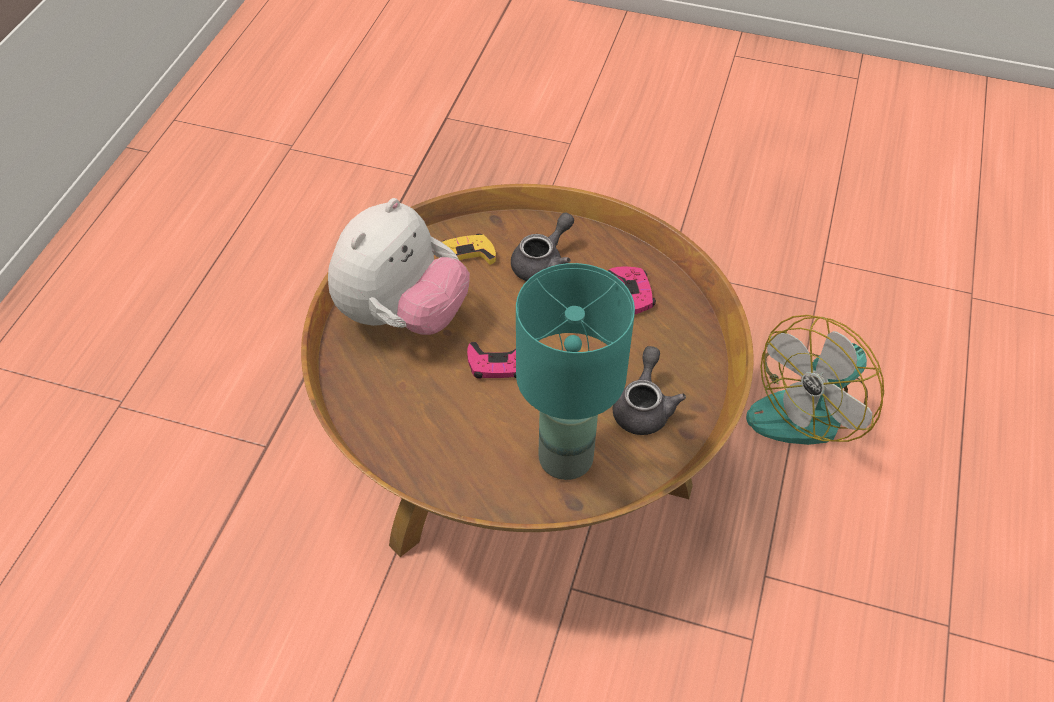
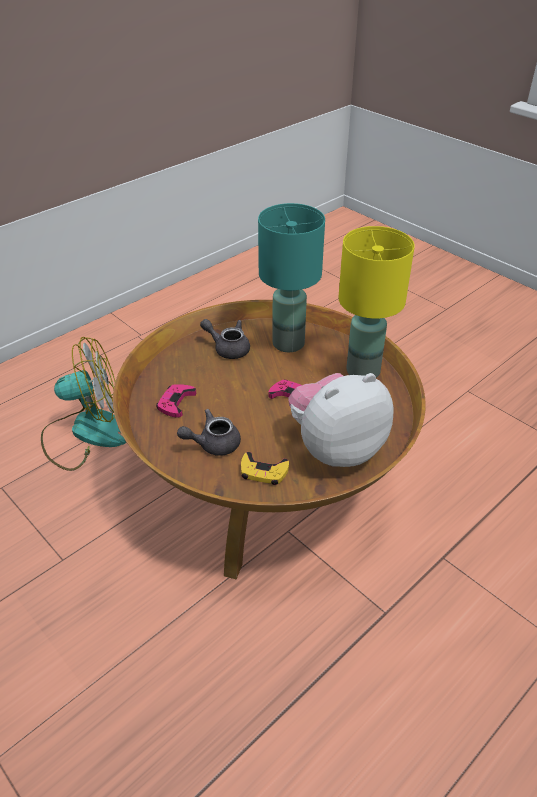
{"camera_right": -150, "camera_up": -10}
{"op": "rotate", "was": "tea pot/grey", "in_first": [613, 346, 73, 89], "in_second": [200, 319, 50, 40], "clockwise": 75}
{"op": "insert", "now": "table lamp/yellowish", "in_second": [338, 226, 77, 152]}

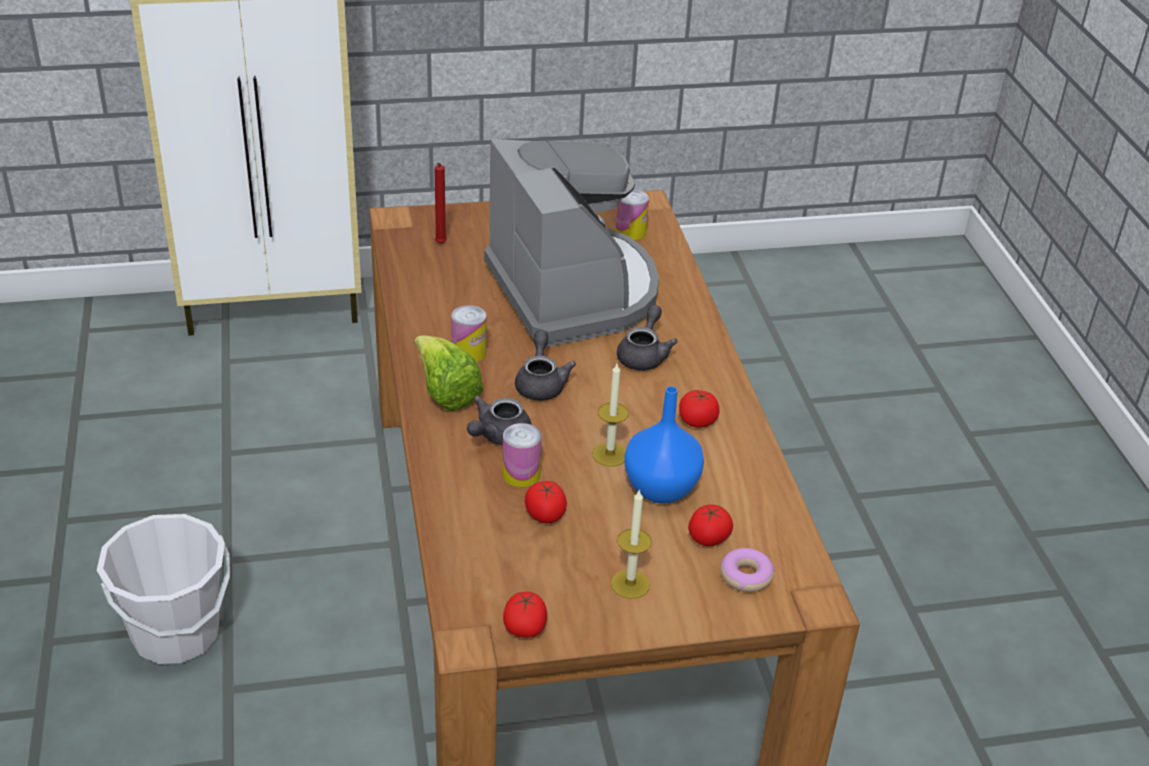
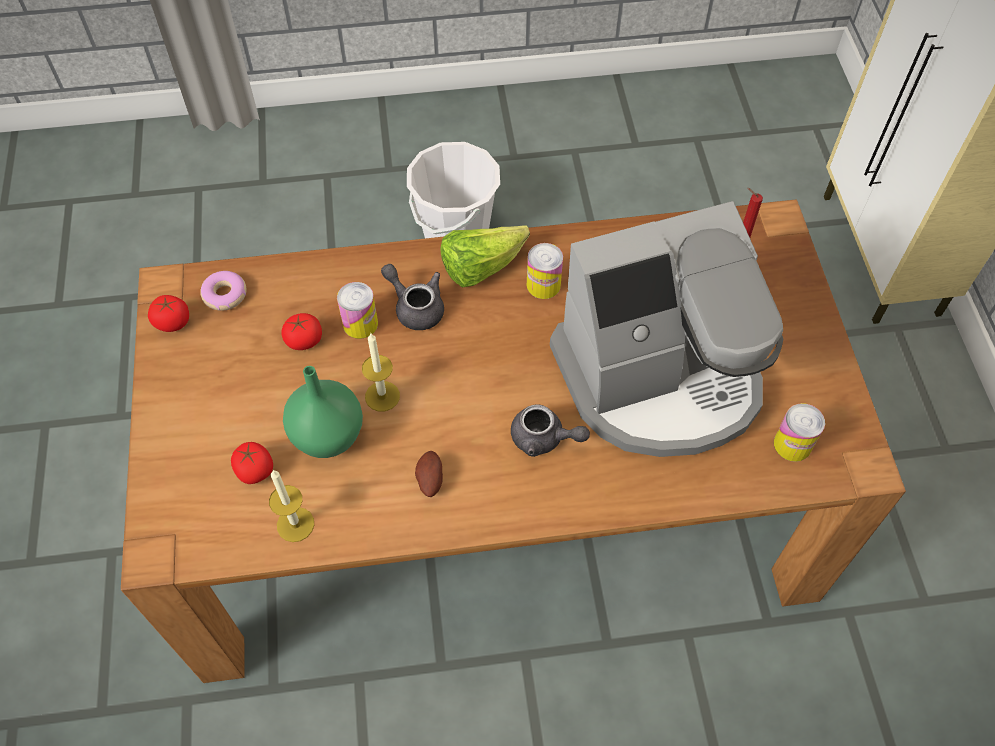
{"camera_right": 95, "camera_up": 20}
{"op": "delete", "was": "tea pot/grey", "in_first": [515, 331, 61, 70]}
{"op": "move", "was": "candle", "in_first": [611, 489, 41, 110], "in_second": [269, 470, 45, 72]}
{"op": "recolor", "was": "flower vase/blue-coloured", "now": "flower vase/green", "in_first": [624, 386, 80, 118], "in_second": [283, 366, 80, 92]}
{"op": "replace", "was": "tomato", "now": "potato", "in_first": [679, 390, 41, 38], "in_second": [415, 451, 28, 46]}
{"op": "move", "was": "doughnut", "in_first": [720, 548, 55, 44], "in_second": [200, 271, 46, 40]}

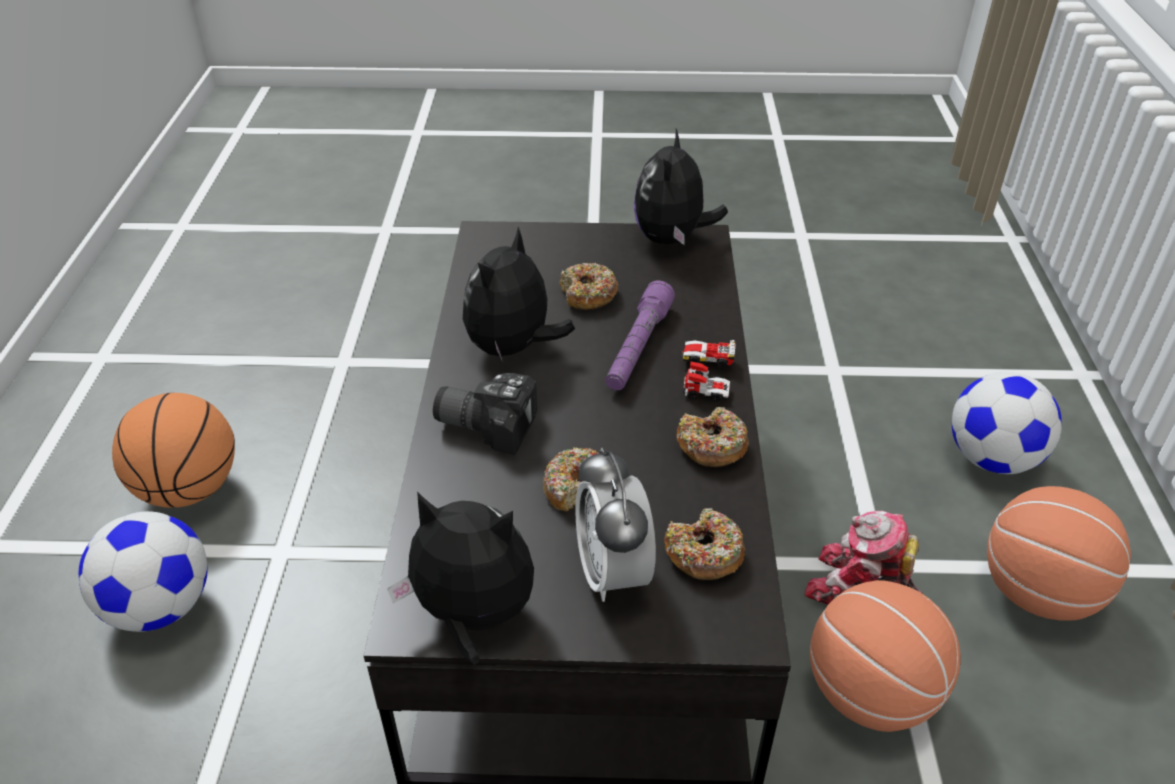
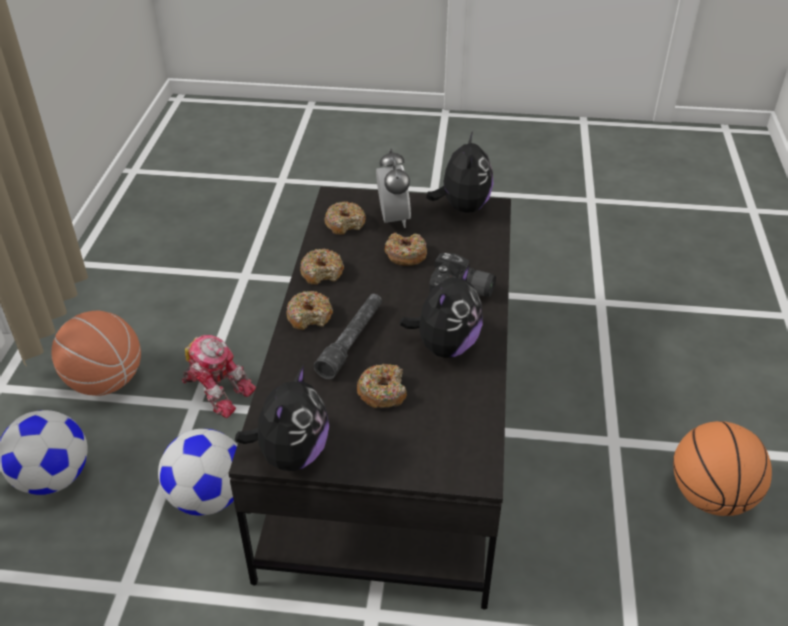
{"camera_right": -175, "camera_up": 0}
{"op": "move", "was": "football ball", "in_first": [79, 511, 129, 121], "in_second": [158, 429, 79, 86]}
{"op": "rotate", "was": "cuddly toy", "in_first": [387, 492, 147, 173], "in_second": [426, 131, 67, 82], "clockwise": -105}
{"op": "recolor", "was": "flashlight/purplish", "now": "flashlight/grey", "in_first": [605, 280, 70, 110], "in_second": [314, 294, 68, 85]}
{"op": "replace", "was": "toy car", "now": "doughnut", "in_first": [681, 340, 55, 62], "in_second": [286, 291, 47, 39]}
{"op": "delete", "was": "ball for basketball", "in_first": [810, 580, 151, 152]}

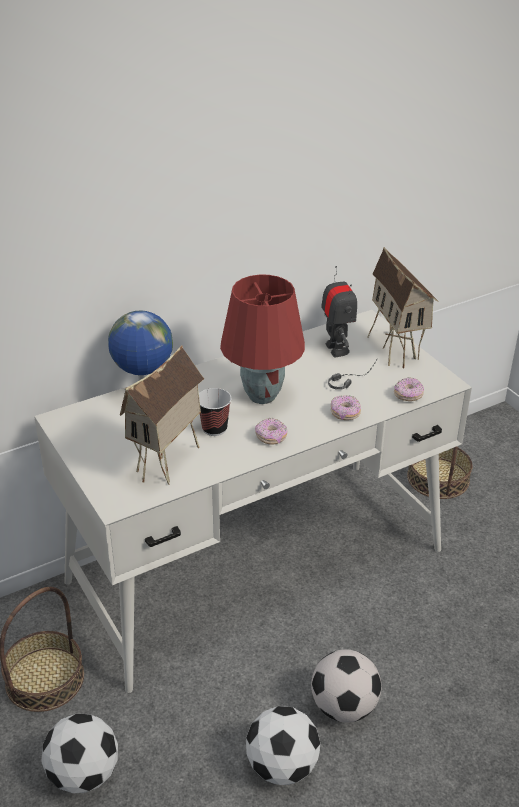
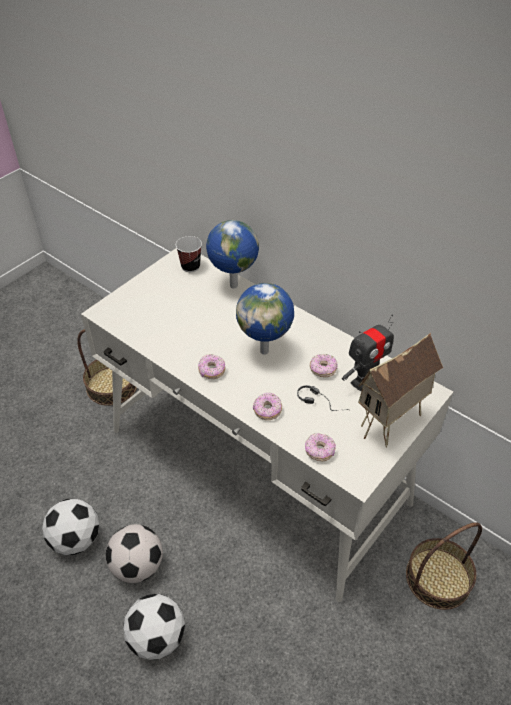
{"camera_right": 70, "camera_up": 10}
{"op": "move", "was": "football ball", "in_first": [42, 714, 76, 79], "in_second": [123, 594, 62, 66]}
{"op": "delete", "was": "toy house", "in_first": [120, 346, 84, 139]}
{"op": "move", "was": "cup", "in_first": [199, 388, 32, 48], "in_second": [176, 236, 26, 36]}
{"op": "replace", "was": "table lamp/reddish", "now": "world globe", "in_first": [220, 274, 85, 130], "in_second": [236, 283, 58, 72]}
{"op": "insert", "now": "doughnut", "in_second": [310, 354, 27, 23]}

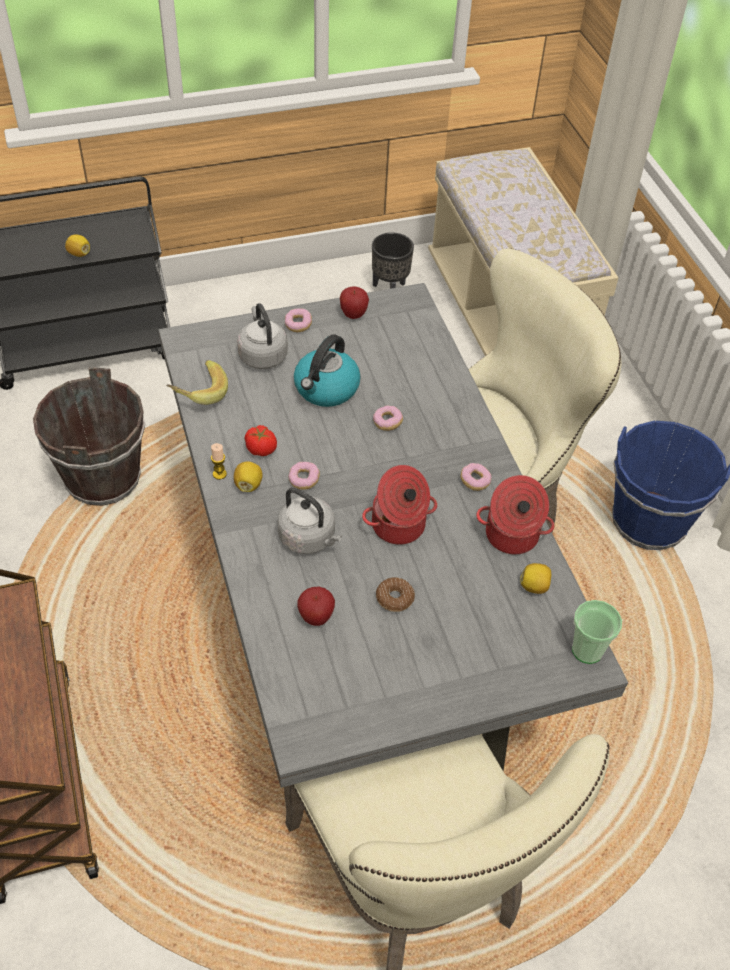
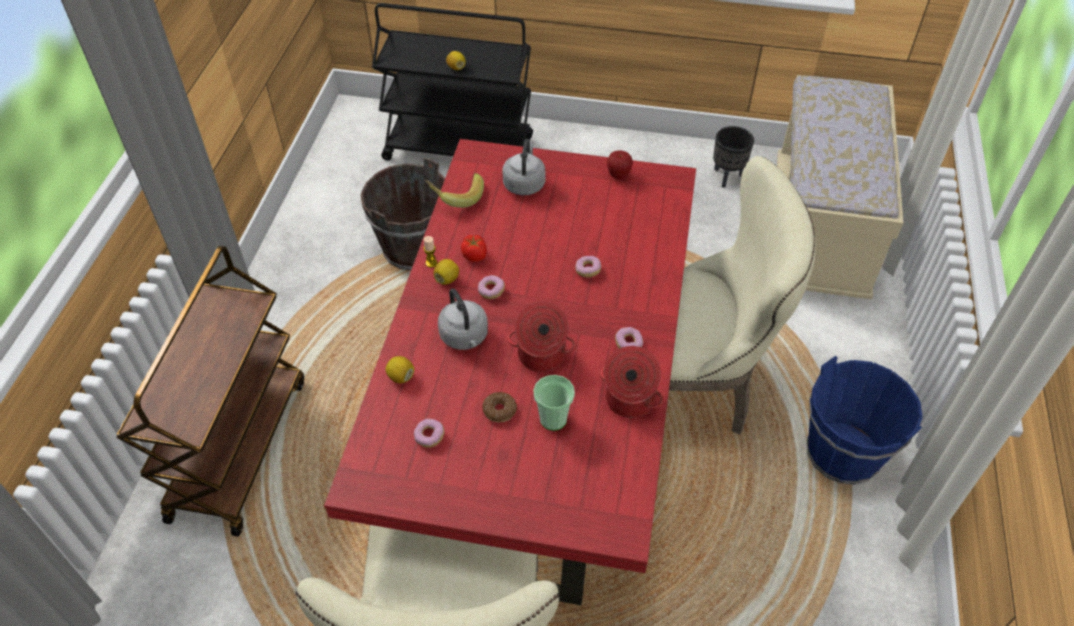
{"camera_right": 30, "camera_up": 0}
{"op": "recolor", "was": "dining table/grey", "now": "dining table/reddish", "in_first": [158, 283, 470, 505], "in_second": [324, 139, 372, 466]}
{"op": "move", "was": "doughnut", "in_first": [285, 309, 27, 23], "in_second": [414, 419, 31, 29]}
{"op": "delete", "was": "tea kettle", "in_first": [294, 334, 67, 73]}
{"op": "delete", "was": "apple fruit", "in_first": [297, 587, 38, 39]}
{"op": "move", "was": "lemon", "in_first": [521, 563, 30, 31], "in_second": [385, 356, 29, 27]}
{"op": "move", "was": "cup", "in_first": [572, 600, 50, 64], "in_second": [533, 375, 42, 56]}

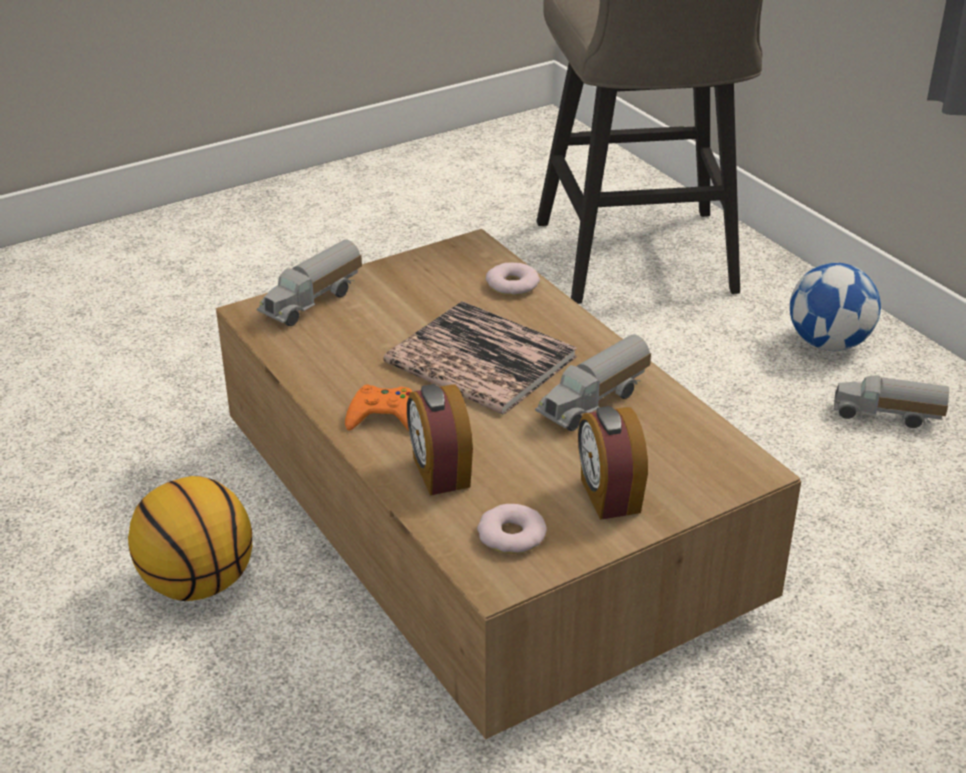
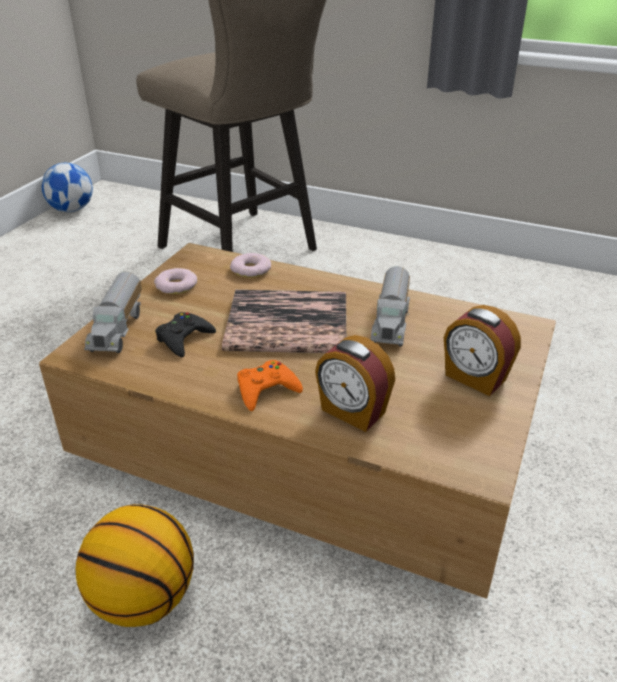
{"camera_right": -35, "camera_up": 0}
{"op": "move", "was": "doughnut", "in_first": [477, 504, 70, 50], "in_second": [154, 268, 43, 26]}
{"op": "move", "was": "football ball", "in_first": [790, 263, 91, 88], "in_second": [41, 163, 52, 49]}
{"op": "delete", "was": "toy truck", "in_first": [834, 375, 115, 53]}
{"op": "insert", "now": "game controller/blackish", "in_second": [155, 312, 61, 45]}

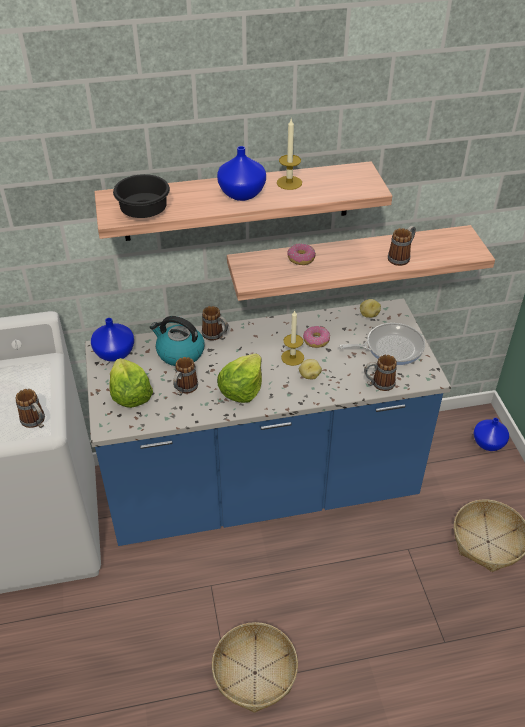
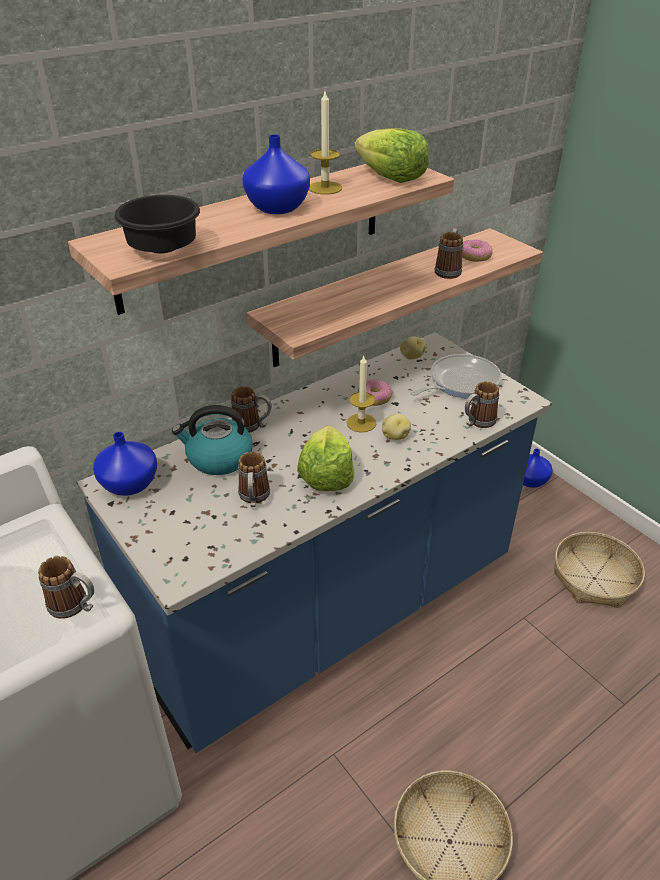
{"camera_right": -25, "camera_up": -5}
{"op": "move", "was": "head of lettuce", "in_first": [109, 358, 44, 50], "in_second": [354, 128, 75, 55]}
{"op": "move", "was": "doughnut", "in_first": [287, 243, 29, 22], "in_second": [462, 239, 30, 23]}

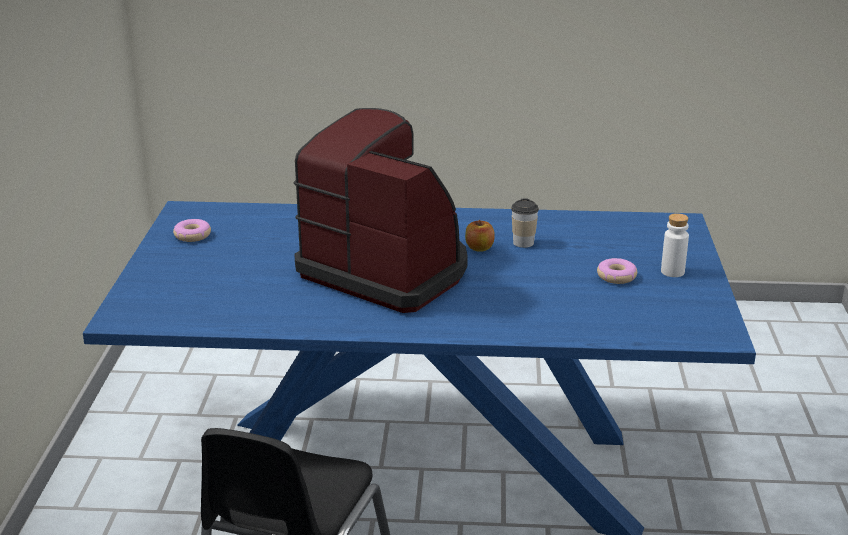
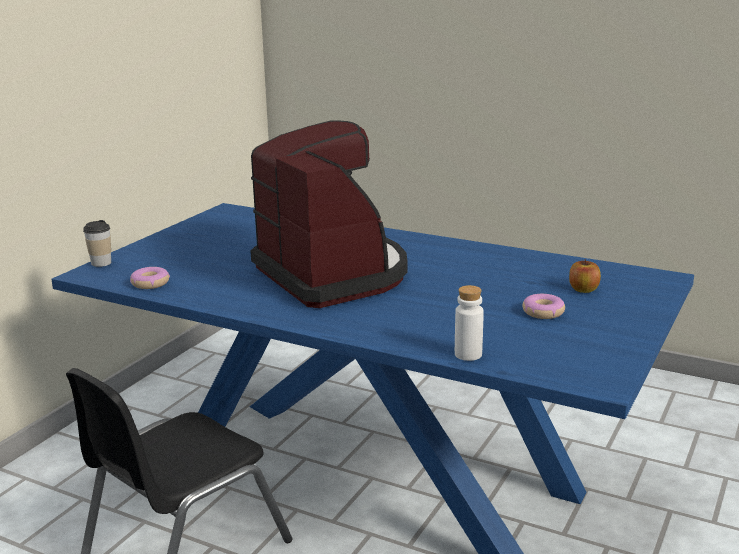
{"camera_right": 25, "camera_up": -5}
{"op": "move", "was": "doughnut", "in_first": [173, 219, 38, 23], "in_second": [130, 267, 40, 22]}
{"op": "move", "was": "apple fruit", "in_first": [465, 220, 30, 32], "in_second": [569, 259, 32, 34]}
{"op": "move", "was": "cup", "in_first": [511, 198, 28, 50], "in_second": [83, 220, 28, 47]}
{"op": "move", "was": "bottle/white", "in_first": [661, 213, 28, 64], "in_second": [455, 285, 29, 76]}

